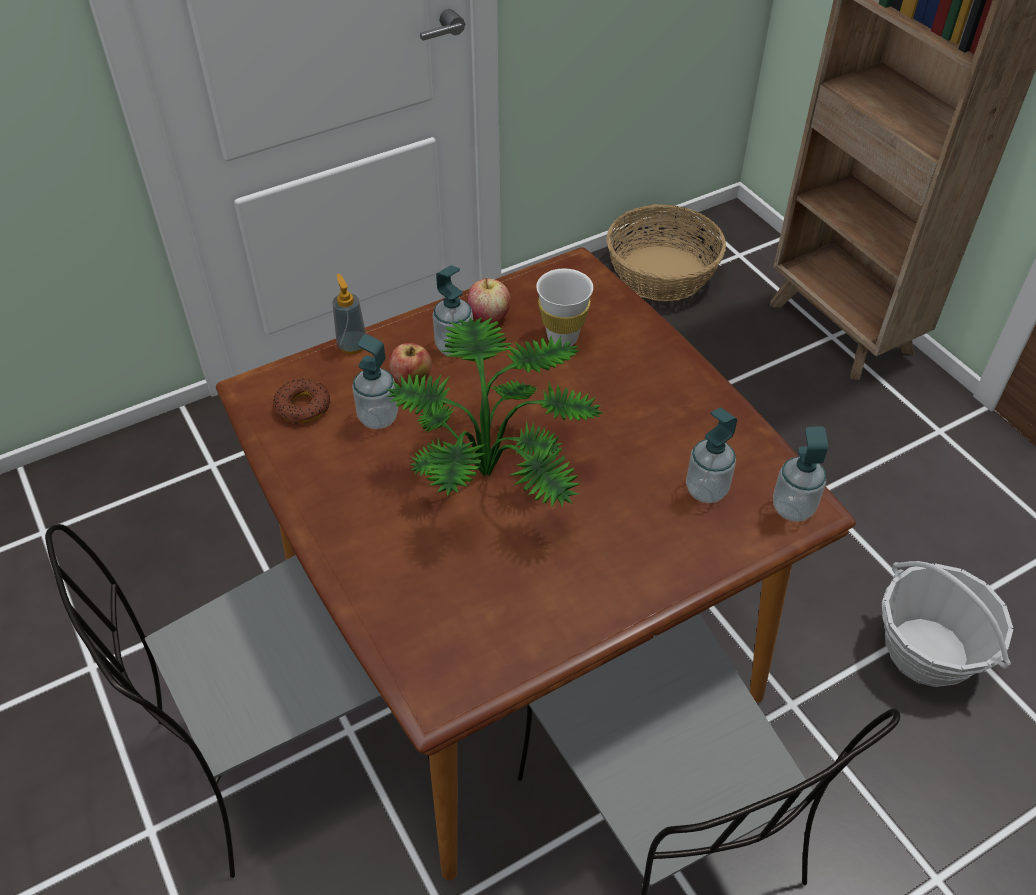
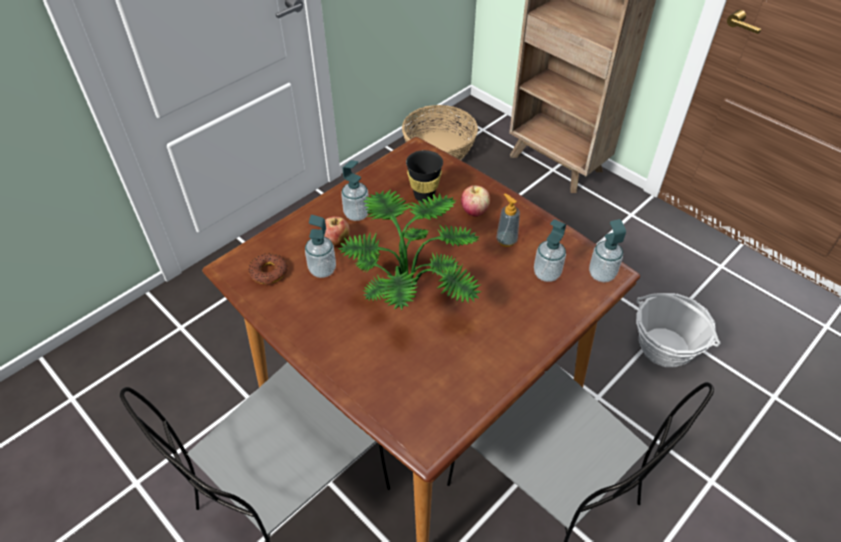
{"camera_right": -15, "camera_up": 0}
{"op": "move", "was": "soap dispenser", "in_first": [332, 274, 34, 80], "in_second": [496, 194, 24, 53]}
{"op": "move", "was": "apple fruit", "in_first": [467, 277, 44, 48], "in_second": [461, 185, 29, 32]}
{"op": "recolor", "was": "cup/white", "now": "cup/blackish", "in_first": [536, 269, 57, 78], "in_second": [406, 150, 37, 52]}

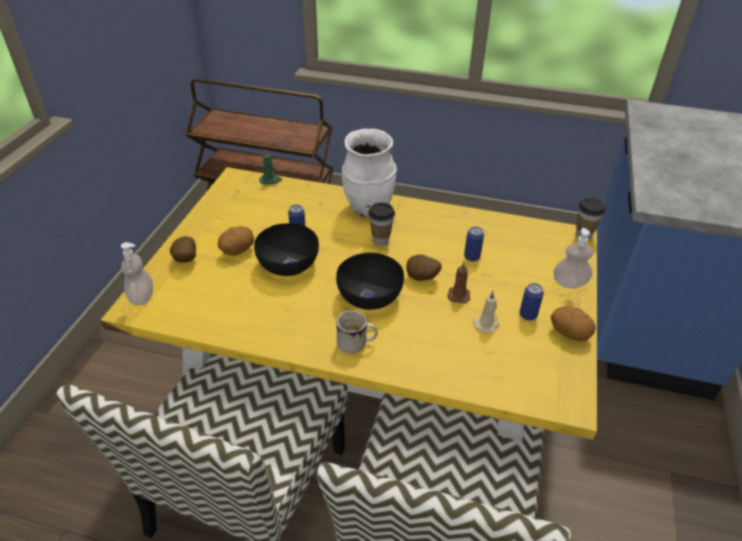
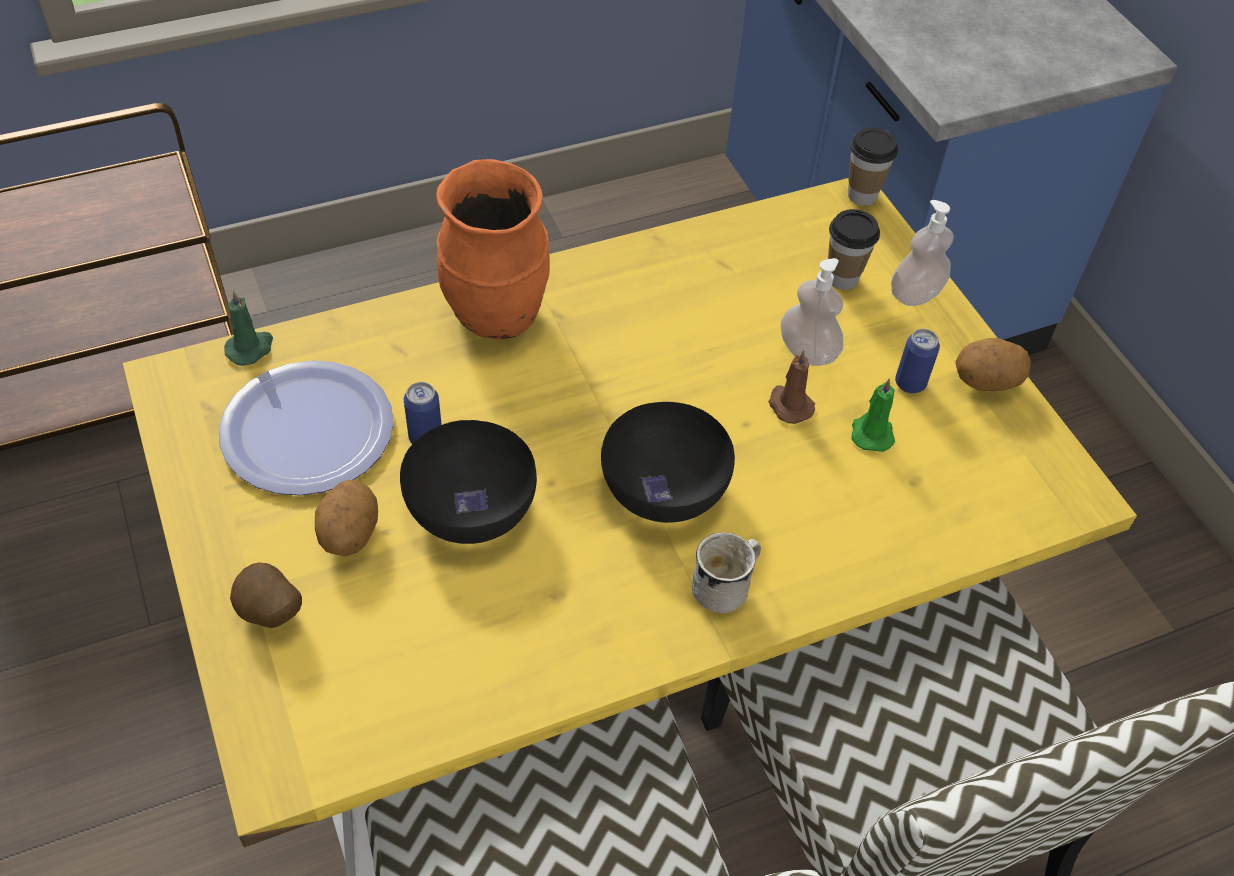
{"camera_right": -40, "camera_up": 10}
{"op": "move", "was": "soap dispenser", "in_first": [121, 242, 32, 63], "in_second": [781, 258, 62, 108]}
{"op": "recolor", "was": "flower vase/white", "now": "flower vase/orange", "in_first": [342, 129, 55, 88], "in_second": [436, 159, 114, 181]}
{"op": "move", "was": "cup", "in_first": [368, 202, 27, 44], "in_second": [828, 209, 52, 81]}
{"op": "delete", "was": "potato", "in_first": [406, 255, 36, 26]}
{"op": "delete", "was": "metal can", "in_first": [464, 226, 20, 35]}
{"op": "recolor", "was": "candle/beige", "now": "candle/green", "in_first": [473, 291, 27, 43], "in_second": [851, 378, 44, 74]}
{"op": "insert", "now": "dinner plate", "in_second": [219, 360, 175, 136]}

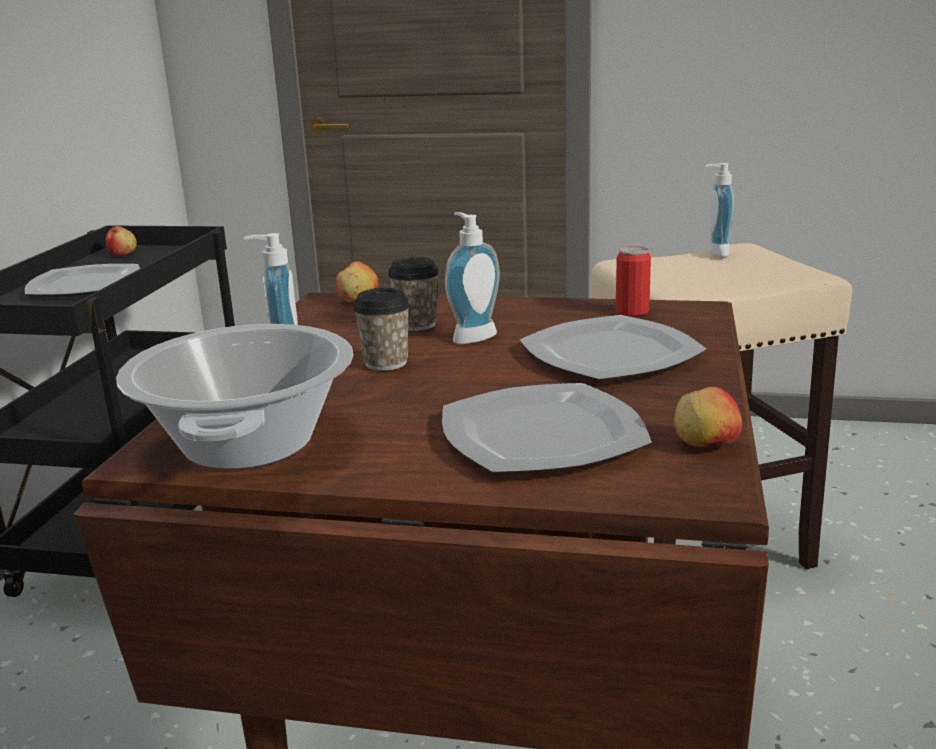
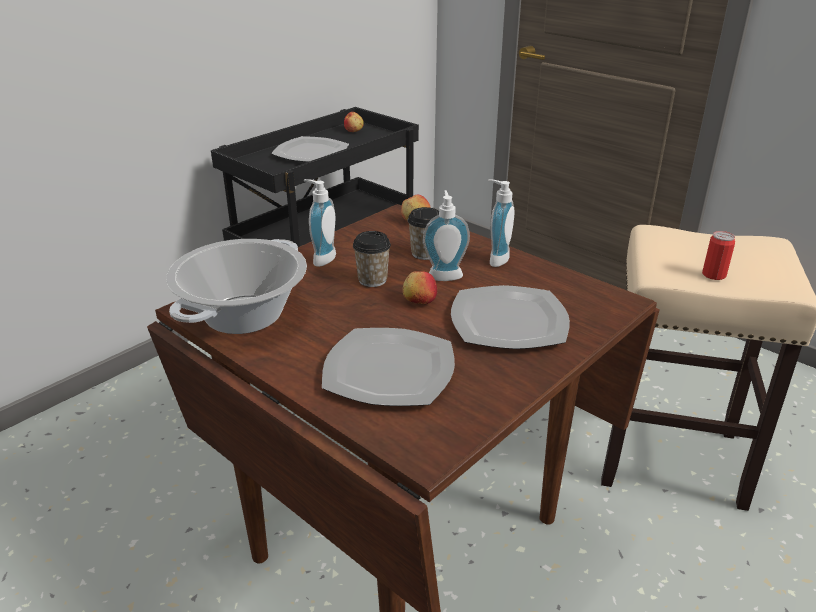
{"camera_right": 30, "camera_up": 10}
{"op": "move", "was": "metal can", "in_first": [616, 246, 35, 71], "in_second": [702, 231, 33, 49]}
{"op": "move", "was": "apple fruit", "in_first": [674, 387, 68, 60], "in_second": [403, 271, 34, 33]}
{"op": "move", "was": "soap dispenser", "in_first": [705, 163, 29, 94], "in_second": [488, 180, 26, 87]}

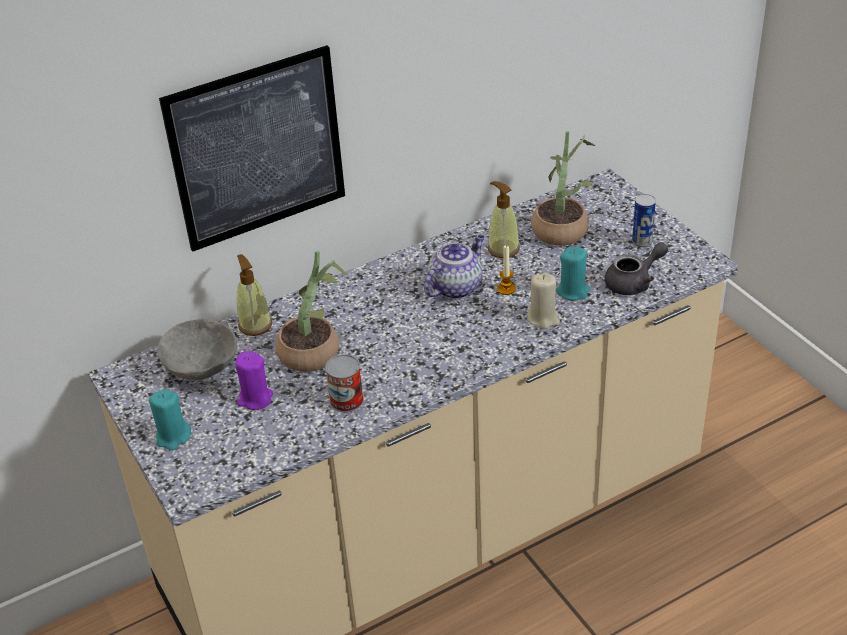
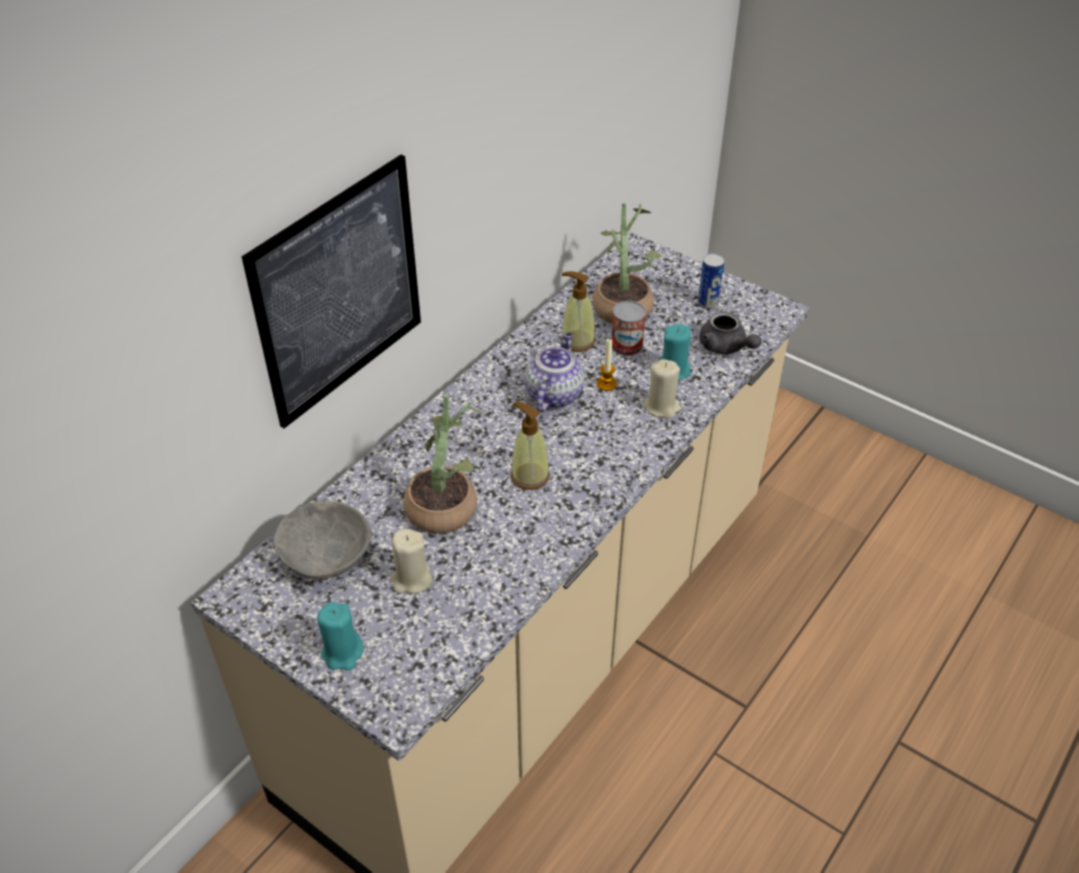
{"camera_right": -25, "camera_up": 5}
{"op": "recolor", "was": "candle/purplish", "now": "candle/beige", "in_first": [235, 351, 38, 59], "in_second": [391, 529, 42, 65]}
{"op": "move", "was": "soap dispenser", "in_first": [237, 254, 35, 82], "in_second": [511, 402, 39, 88]}
{"op": "move", "was": "metal can", "in_first": [325, 354, 39, 58], "in_second": [612, 301, 34, 55]}
{"op": "rotate", "was": "tea pot/grey", "in_first": [605, 242, 63, 53], "in_second": [700, 311, 61, 43], "clockwise": 105}

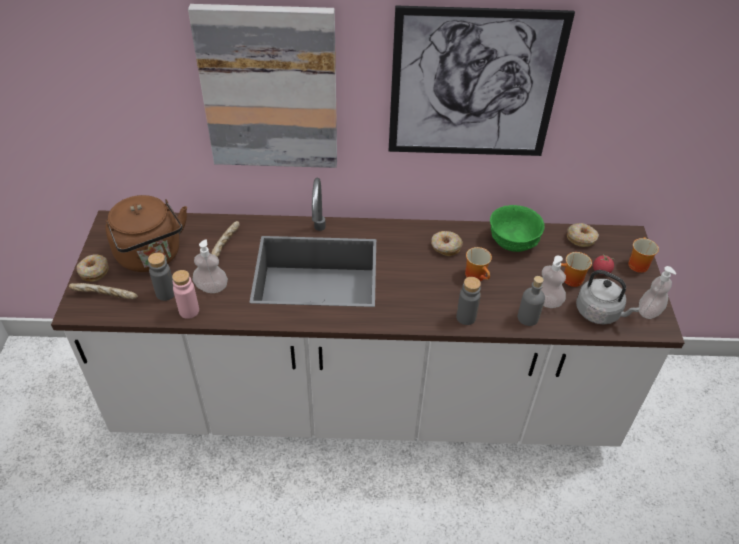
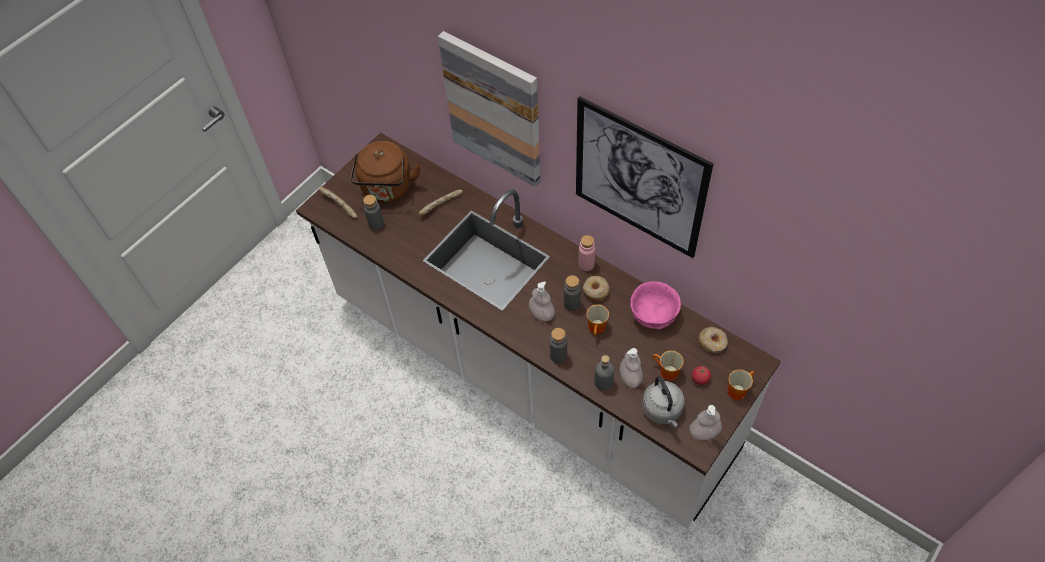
{"camera_right": 40, "camera_up": 10}
{"op": "delete", "was": "doughnut", "in_first": [77, 254, 32, 28]}
{"op": "move", "was": "bottle/pink", "in_first": [172, 270, 27, 49], "in_second": [579, 235, 16, 36]}
{"op": "move", "was": "soap dispenser", "in_first": [192, 240, 36, 53], "in_second": [529, 281, 26, 40]}
{"op": "recolor", "was": "serving bowl/green", "now": "serving bowl/pink", "in_first": [490, 205, 55, 47], "in_second": [630, 281, 51, 48]}
{"op": "insert", "now": "bottle/grey", "in_second": [564, 275, 17, 36]}

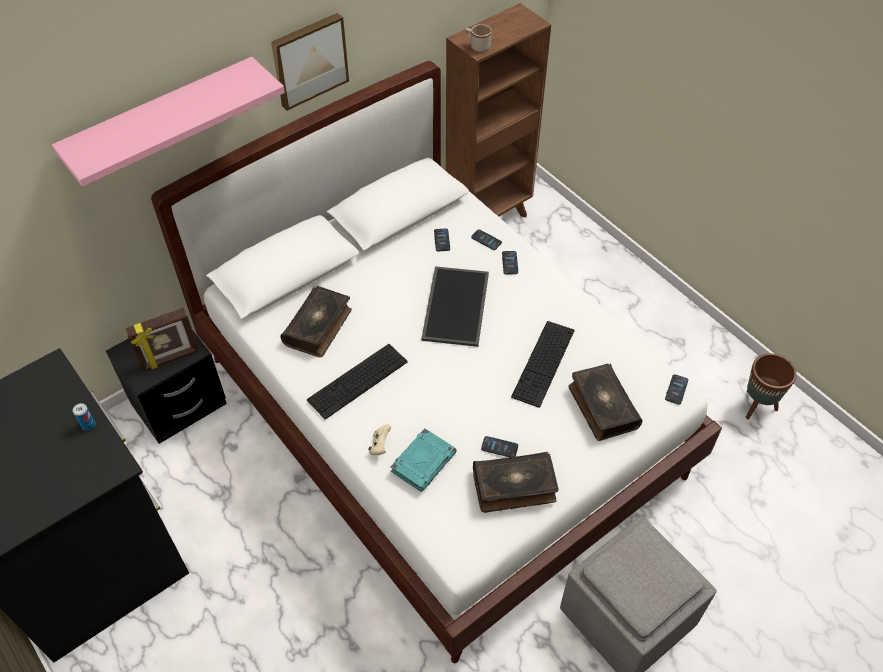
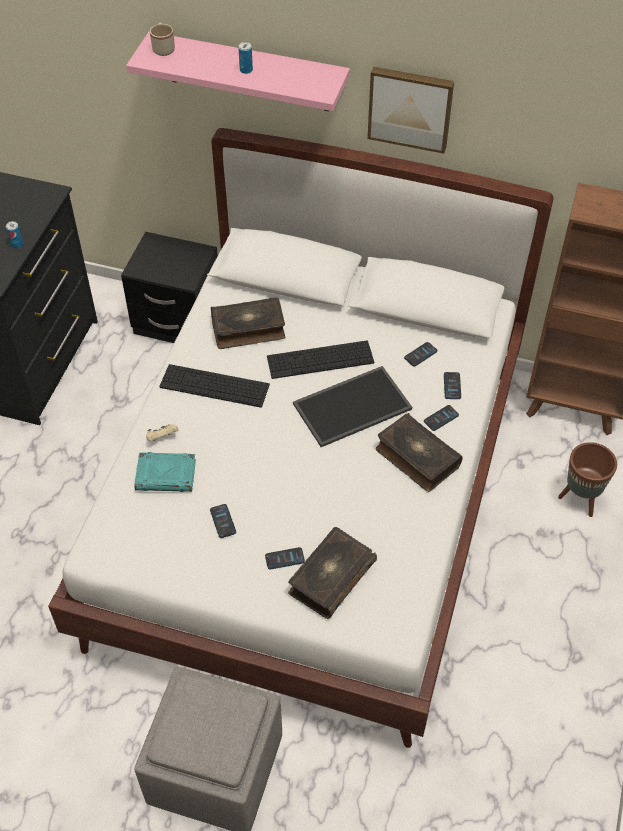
{"camera_right": 55, "camera_up": 0}
{"op": "delete", "was": "standing frame", "in_first": [125, 308, 74, 63]}
{"op": "move", "was": "tea mug/beige", "in_first": [466, 24, 26, 28], "in_second": [150, 23, 25, 33]}
{"op": "move", "was": "book", "in_first": [473, 452, 86, 61], "in_second": [376, 413, 87, 79]}
{"op": "move", "was": "PC keyboard", "in_first": [511, 321, 63, 87], "in_second": [267, 340, 107, 39]}
{"op": "move", "was": "handset", "in_first": [665, 374, 23, 31], "in_second": [265, 547, 40, 23]}
{"op": "move", "was": "flower pot/brown-coloured", "in_first": [746, 353, 51, 66], "in_second": [558, 442, 59, 75]}
{"op": "insert", "now": "metal can", "in_second": [238, 42, 15, 32]}

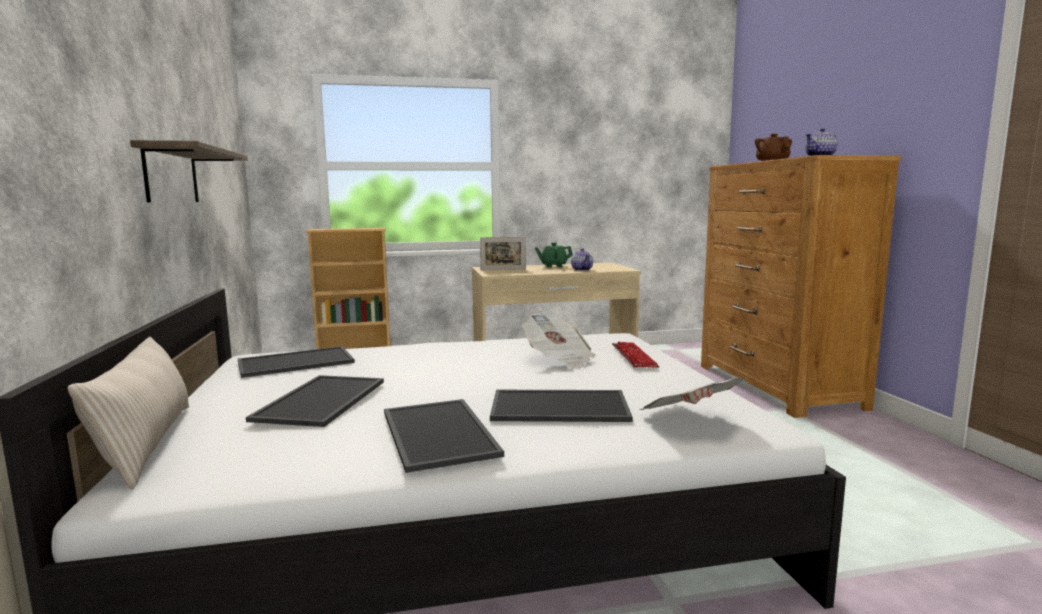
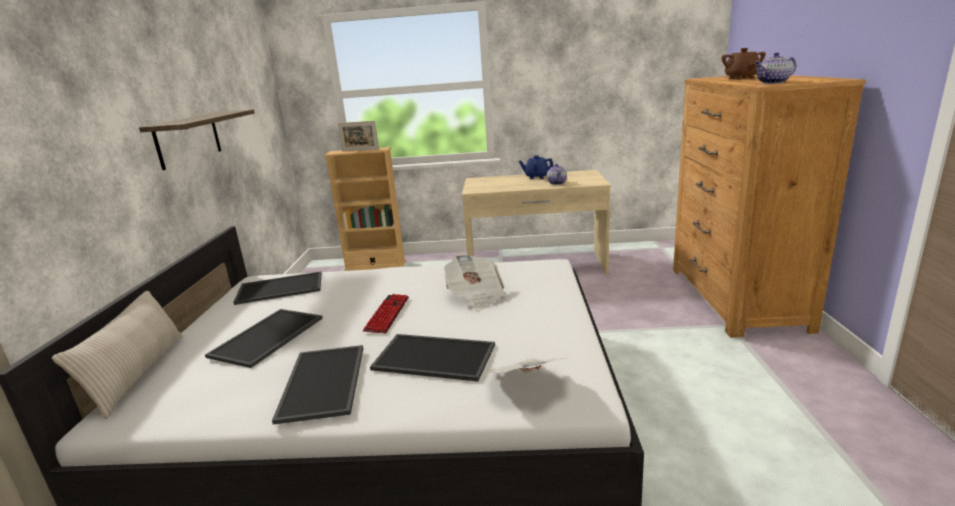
{"camera_right": 15, "camera_up": 10}
{"op": "move", "was": "standing frame", "in_first": [480, 237, 46, 33], "in_second": [338, 121, 41, 30]}
{"op": "recolor", "was": "tea pot/green", "now": "tea pot/blue-coloured", "in_first": [535, 242, 38, 26], "in_second": [519, 155, 35, 24]}
{"op": "move", "was": "PC keyboard", "in_first": [612, 341, 47, 27], "in_second": [363, 294, 46, 40]}

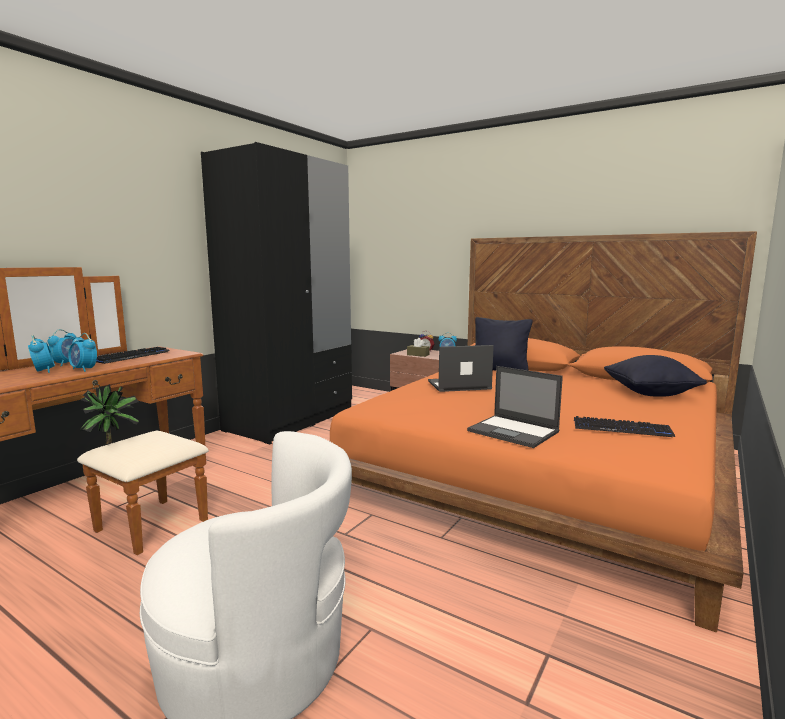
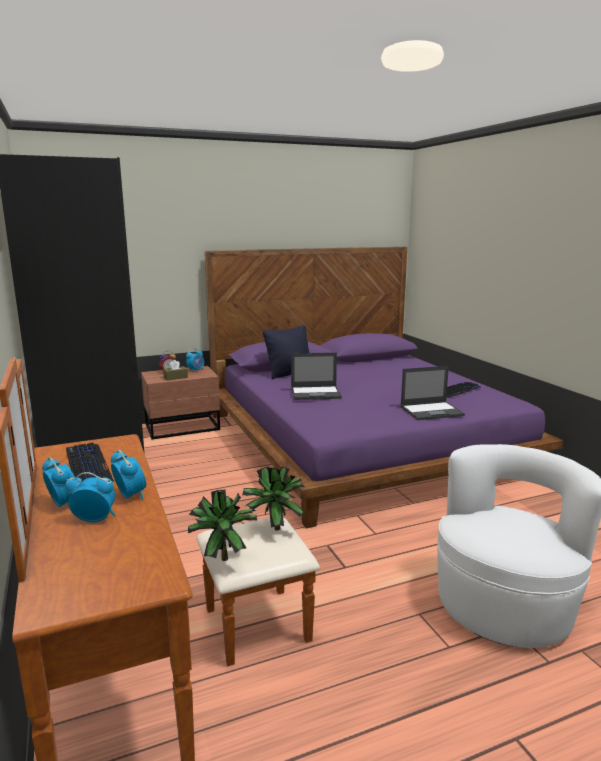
{"camera_right": -55, "camera_up": 5}
{"op": "rotate", "was": "alarm clock", "in_first": [68, 333, 29, 39], "in_second": [111, 450, 35, 50], "clockwise": -105}
{"op": "recolor", "was": "sleeping bed/orange", "now": "sleeping bed/purplish", "in_first": [330, 231, 427, 401], "in_second": [205, 246, 359, 282]}
{"op": "rotate", "was": "notebook computer", "in_first": [428, 345, 66, 47], "in_second": [291, 352, 51, 48], "clockwise": -120}
{"op": "delete", "was": "pillow/blackish", "in_first": [604, 355, 103, 42]}
{"op": "insert", "now": "potted plant", "in_second": [242, 466, 63, 65]}

